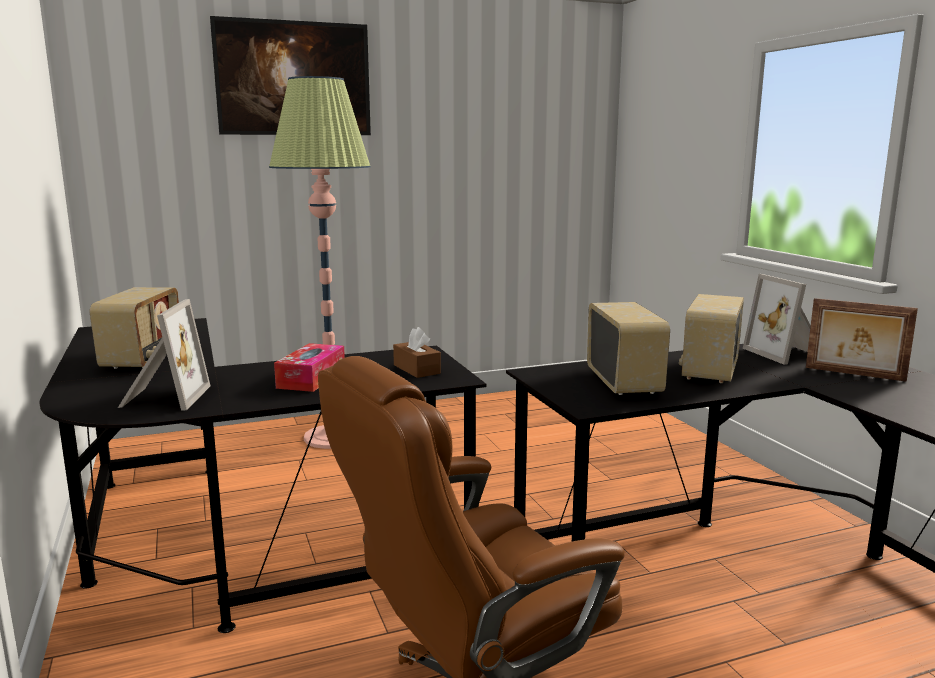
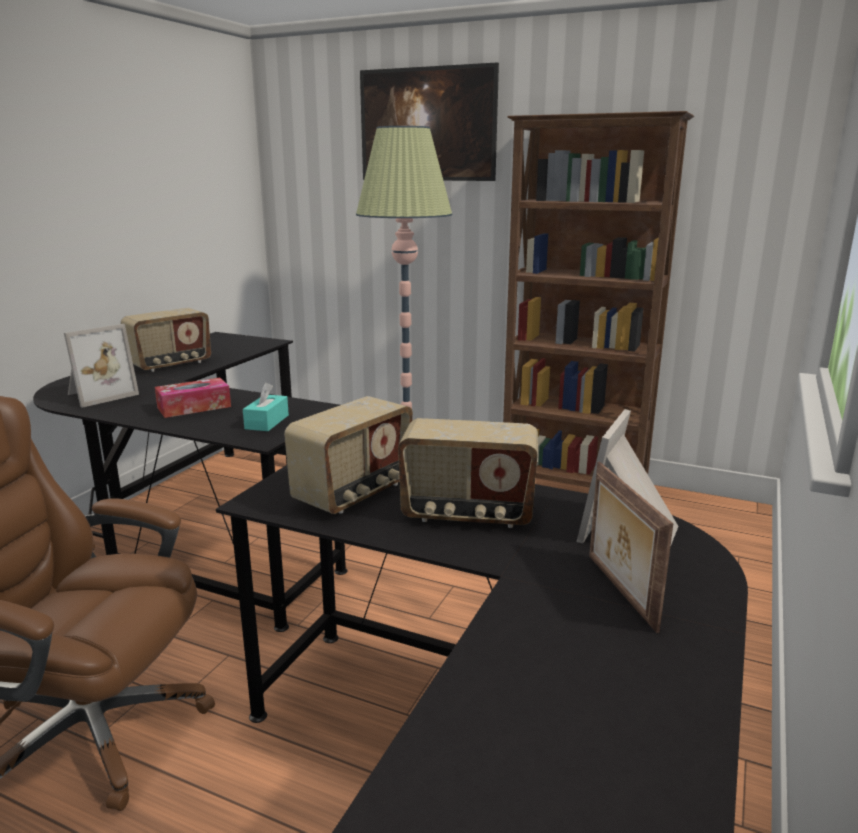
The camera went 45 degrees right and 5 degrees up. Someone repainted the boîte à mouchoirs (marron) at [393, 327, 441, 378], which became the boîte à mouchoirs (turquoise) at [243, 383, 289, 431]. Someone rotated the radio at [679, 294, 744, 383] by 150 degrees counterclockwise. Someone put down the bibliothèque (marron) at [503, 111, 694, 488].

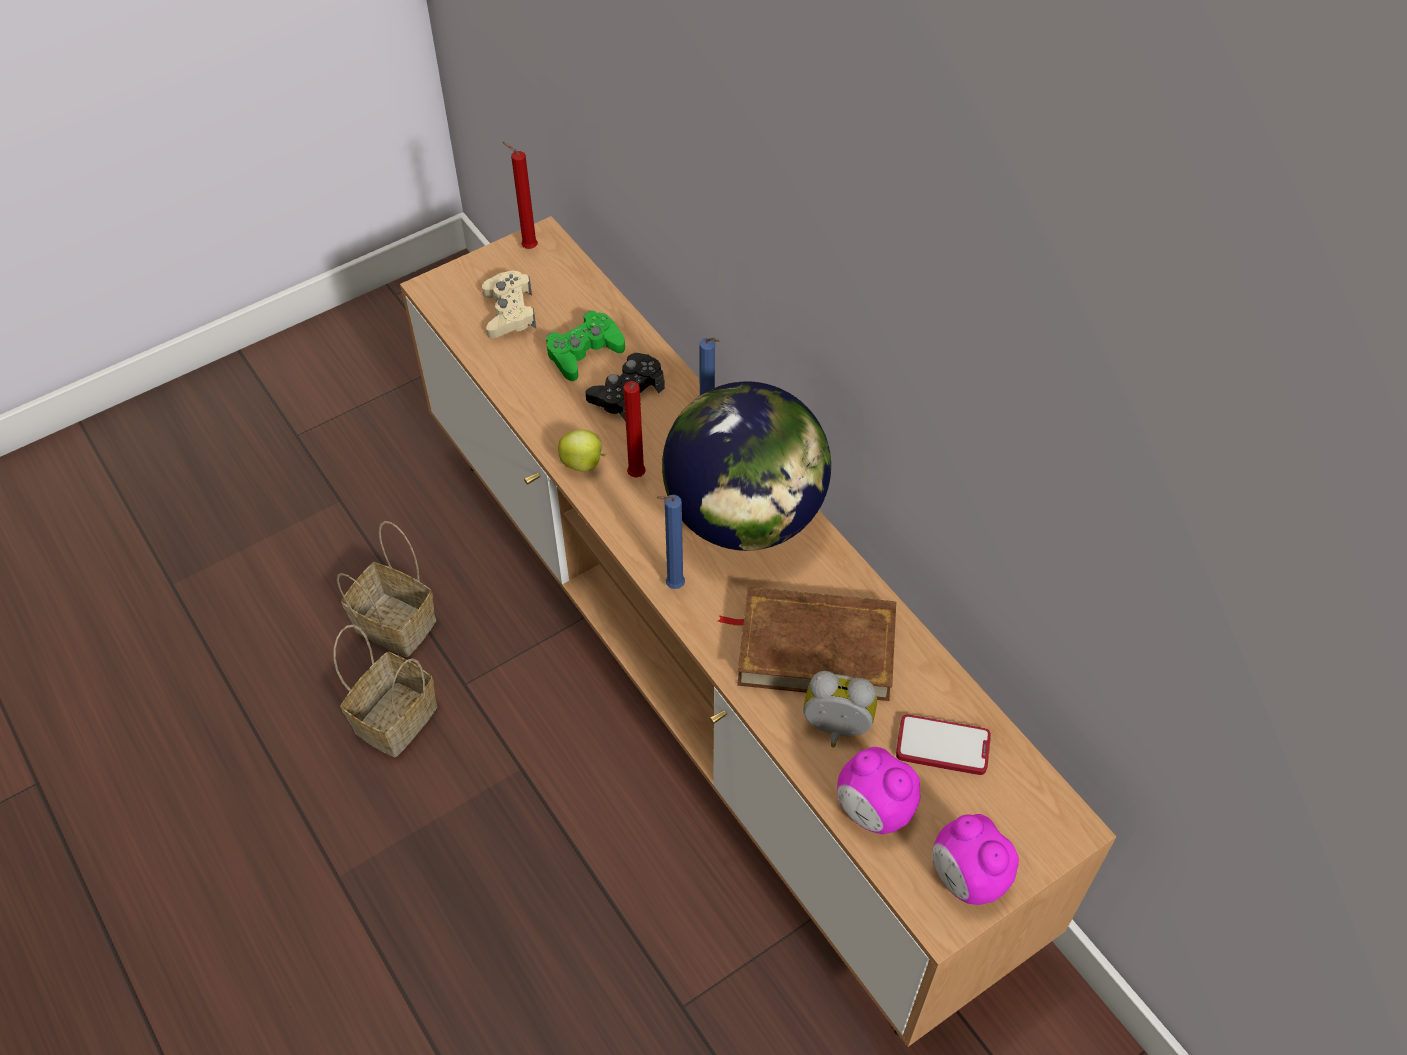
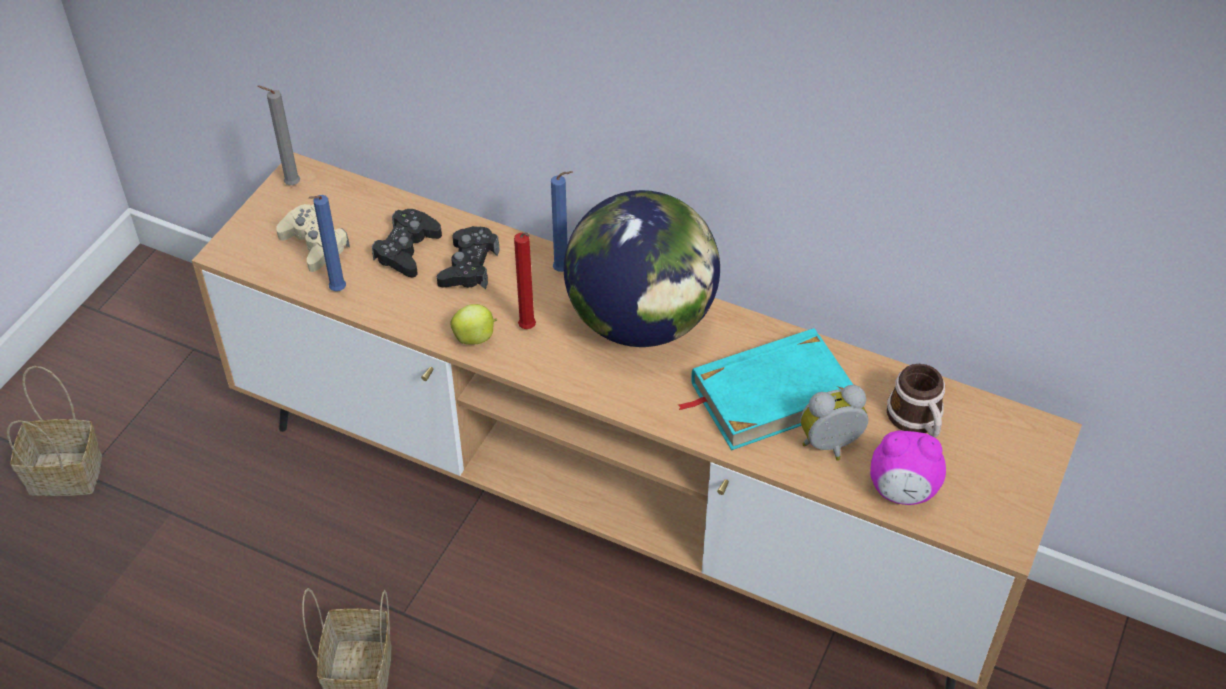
The camera went 30 degrees left and 5 degrees down. Someone carried the panier from [337, 521, 436, 657] to [7, 366, 102, 496]. Someone repainted the bougie (rouge) at [503, 142, 538, 249], which became the bougie (gris) at [257, 85, 300, 185]. Someone repainted the manette (vert) at [546, 310, 625, 381], which became the manette (noir) at [372, 209, 442, 277]. Someone carried the bougie (bleu) from [657, 495, 685, 589] to [309, 195, 346, 291]. Someone repainted the livre (marron) at [718, 587, 896, 701], which became the livre (turquoise) at [678, 328, 853, 450]. Someone swapped the téléphone at [896, 714, 991, 775] for the mug at [887, 364, 945, 437]. Someone took away the réveil at [932, 814, 1019, 905].

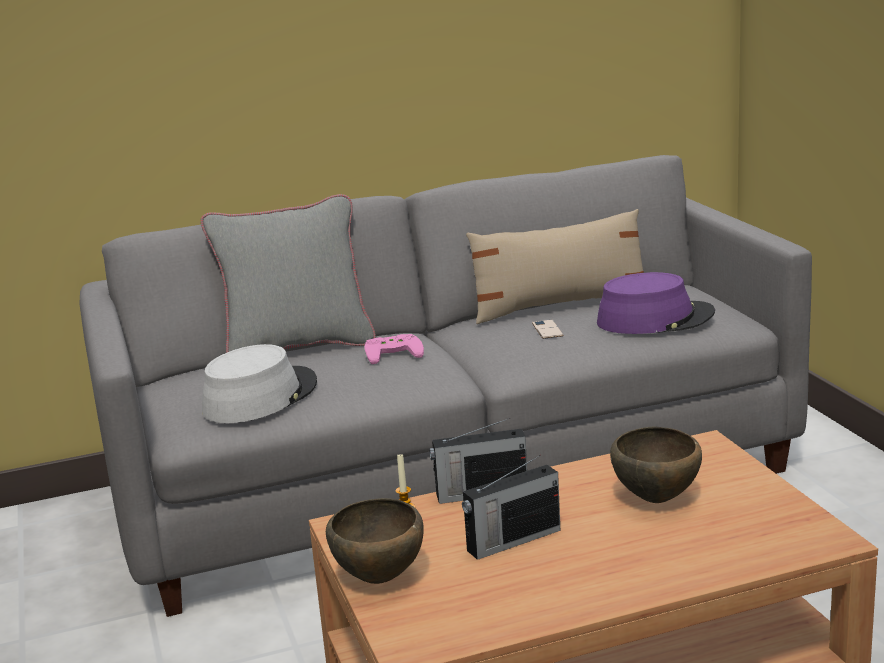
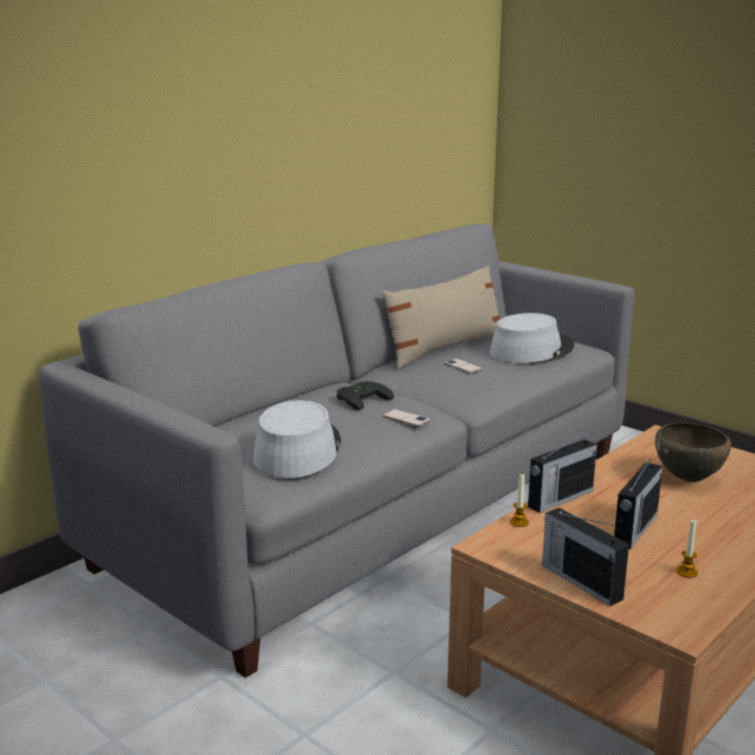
The camera went 30 degrees left and 0 degrees up. Someone took away the coussin (gris) at [201, 194, 376, 353]. Someone swapped the bol (marron) at [326, 498, 424, 584] for the radio at [542, 508, 629, 606]. Someone repainted the manette (rose) at [365, 334, 424, 364], which became the manette (noir) at [336, 381, 394, 410]. Someone repainted the chapeau (violet) at [597, 272, 715, 334], which became the chapeau (gris) at [490, 313, 574, 363]. Someone put down the téléphone at [383, 409, 431, 427]. Someone put down the bougie at [676, 519, 698, 578].

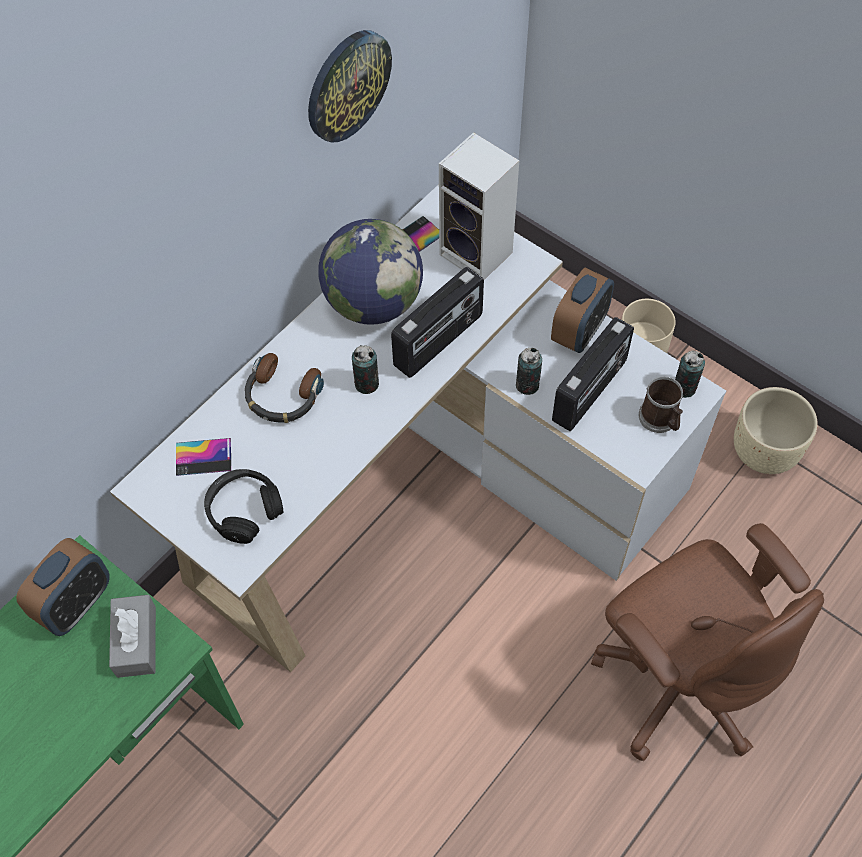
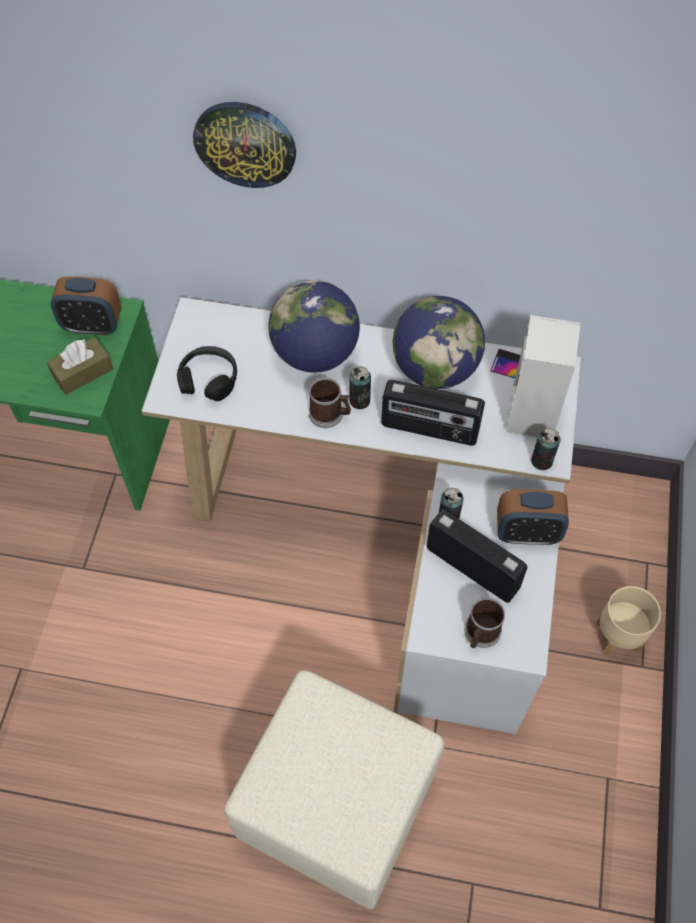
The camera went 60 degrees right and 0 degrees up. Someone repainted the boîte à mouchoirs (gris) at [109, 595, 156, 678], which became the boîte à mouchoirs (marron) at [47, 337, 113, 395]. Someone took away the téléphone at [176, 438, 231, 476]. Someone swapped the casque audio at [245, 353, 324, 423] for the globe at [268, 280, 360, 373]. Someone carried the horloge murale from [308, 30, 392, 143] to [193, 102, 296, 188]. Someone rotated the radio at [552, 317, 634, 431] by 150 degrees counterclockwise. Someone swapped the chaise de bureau (marron) at [591, 523, 824, 761] for the pouf (beige) at [225, 670, 444, 909]. Someone carried the boîte métallique from [675, 351, 705, 398] to [531, 428, 560, 470]. Someone took away the cache-pot (beige) at [734, 387, 818, 474]. Someone put down the mug at [309, 377, 351, 428].

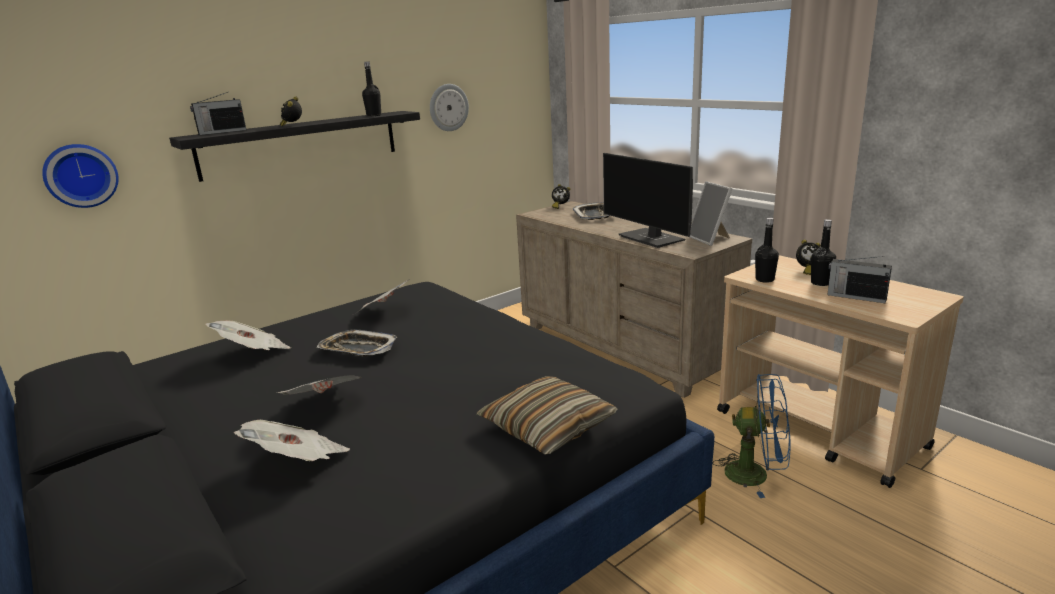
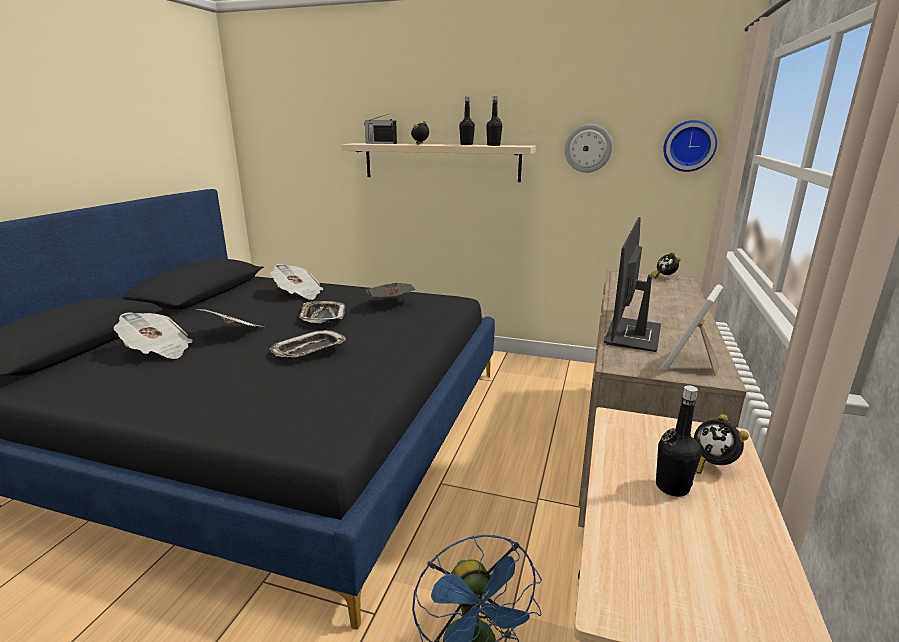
The camera went 55 degrees right and 0 degrees up. Someone carried the horloge murale from [42, 144, 119, 208] to [663, 120, 717, 172]. Someone repainted the étagère (noir) at [169, 111, 420, 182], which became the étagère (beige) at [341, 143, 536, 182]. Someone took away the coussin at [477, 376, 618, 454]. Someone carried the plateau from [573, 202, 610, 220] to [270, 330, 346, 359]. Someone carried the bouteille (noir) from [755, 218, 779, 283] to [459, 97, 475, 145]. Someone took away the radio at [827, 256, 892, 303].

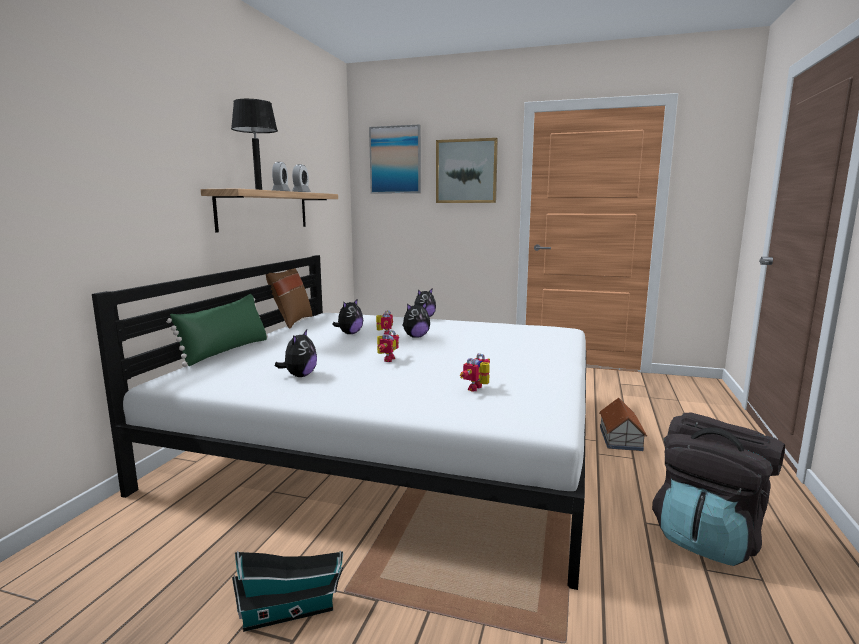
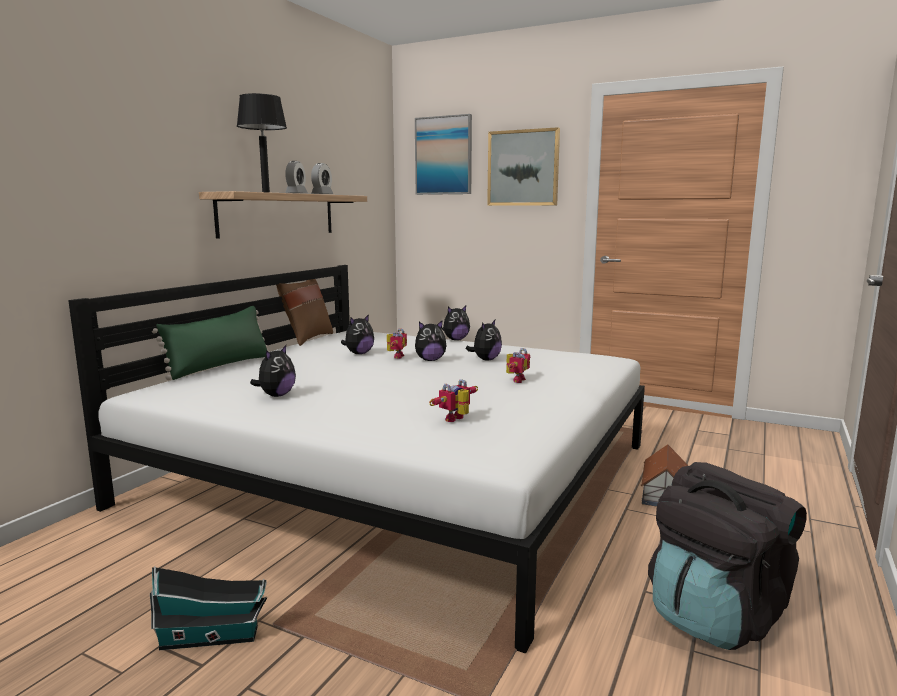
The camera went 10 degrees right and 0 degrees up. Someone carried the robot jouet from [377, 330, 399, 362] to [506, 348, 530, 383]. Someone put down the peluche at [466, 320, 502, 361].

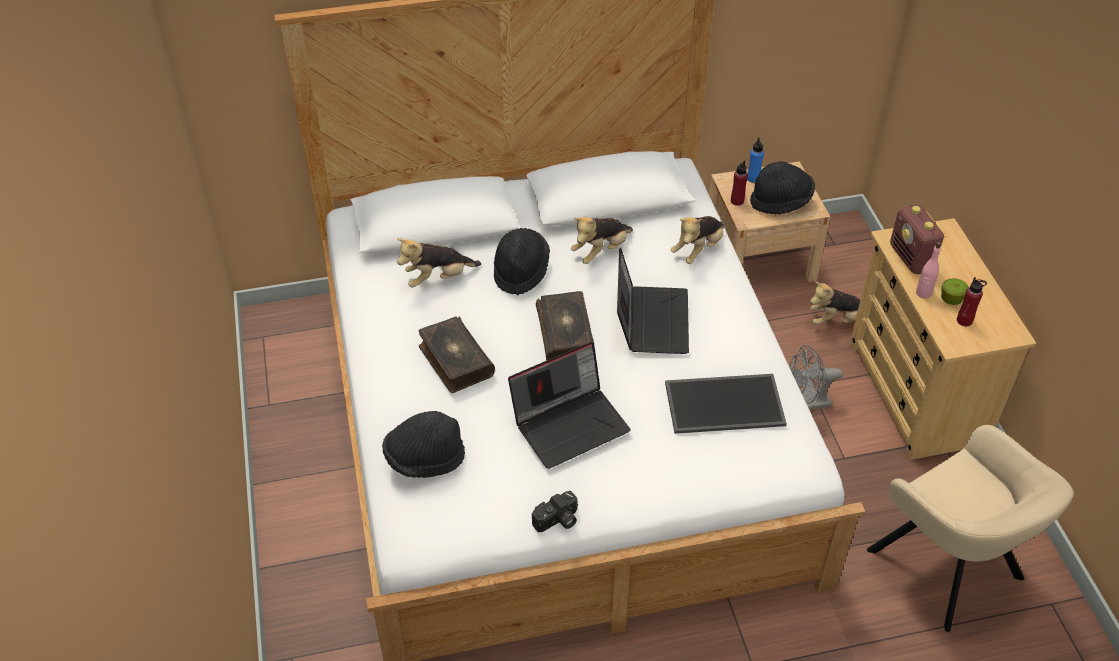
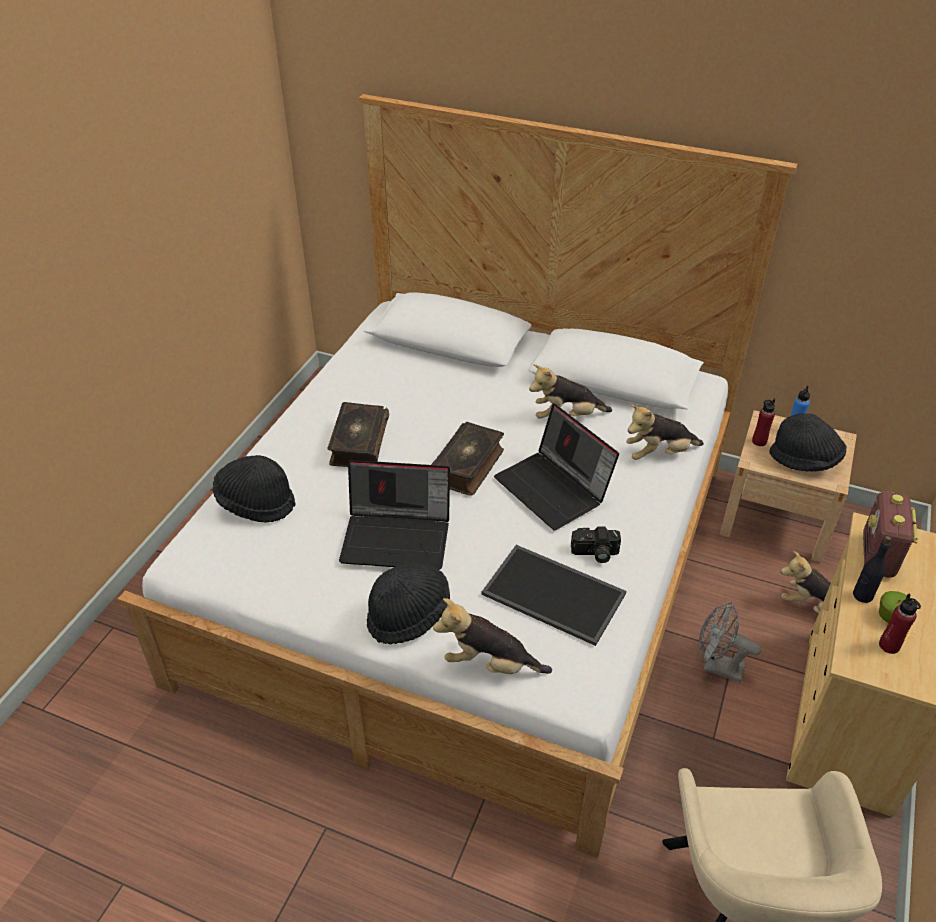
The camera went 35 degrees right and 5 degrees down. Someone carried the peluche from [397, 238, 481, 288] to [433, 598, 552, 674]. Someone carried the chapeau (noir) from [494, 228, 550, 295] to [367, 564, 450, 644]. Someone carried the appareil photo from [532, 491, 578, 532] to [571, 527, 621, 563]. Someone rotated the ordinateur portable at [617, 248, 689, 354] by 105 degrees clockwise. Someone repainted the bouteille (rose) at [916, 242, 941, 299], which became the bouteille (noir) at [853, 536, 891, 603].

